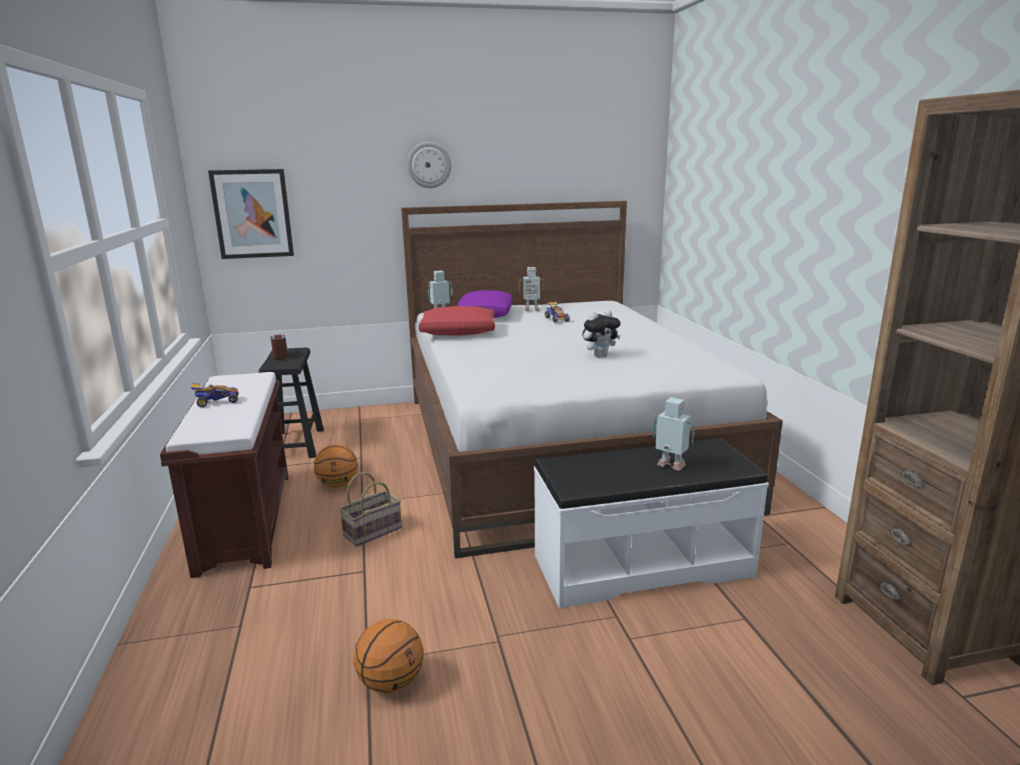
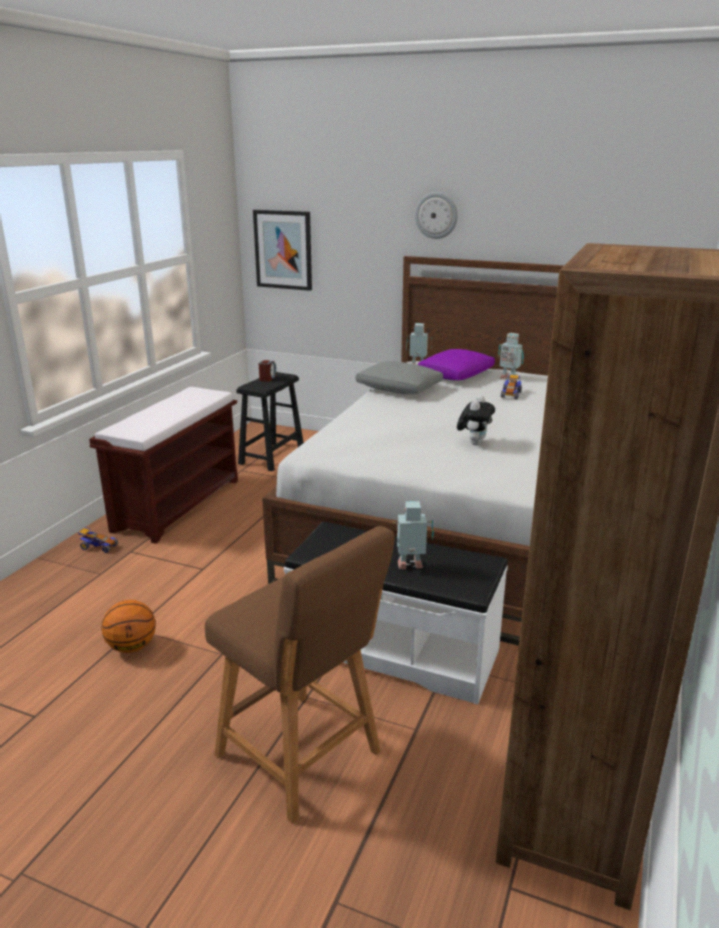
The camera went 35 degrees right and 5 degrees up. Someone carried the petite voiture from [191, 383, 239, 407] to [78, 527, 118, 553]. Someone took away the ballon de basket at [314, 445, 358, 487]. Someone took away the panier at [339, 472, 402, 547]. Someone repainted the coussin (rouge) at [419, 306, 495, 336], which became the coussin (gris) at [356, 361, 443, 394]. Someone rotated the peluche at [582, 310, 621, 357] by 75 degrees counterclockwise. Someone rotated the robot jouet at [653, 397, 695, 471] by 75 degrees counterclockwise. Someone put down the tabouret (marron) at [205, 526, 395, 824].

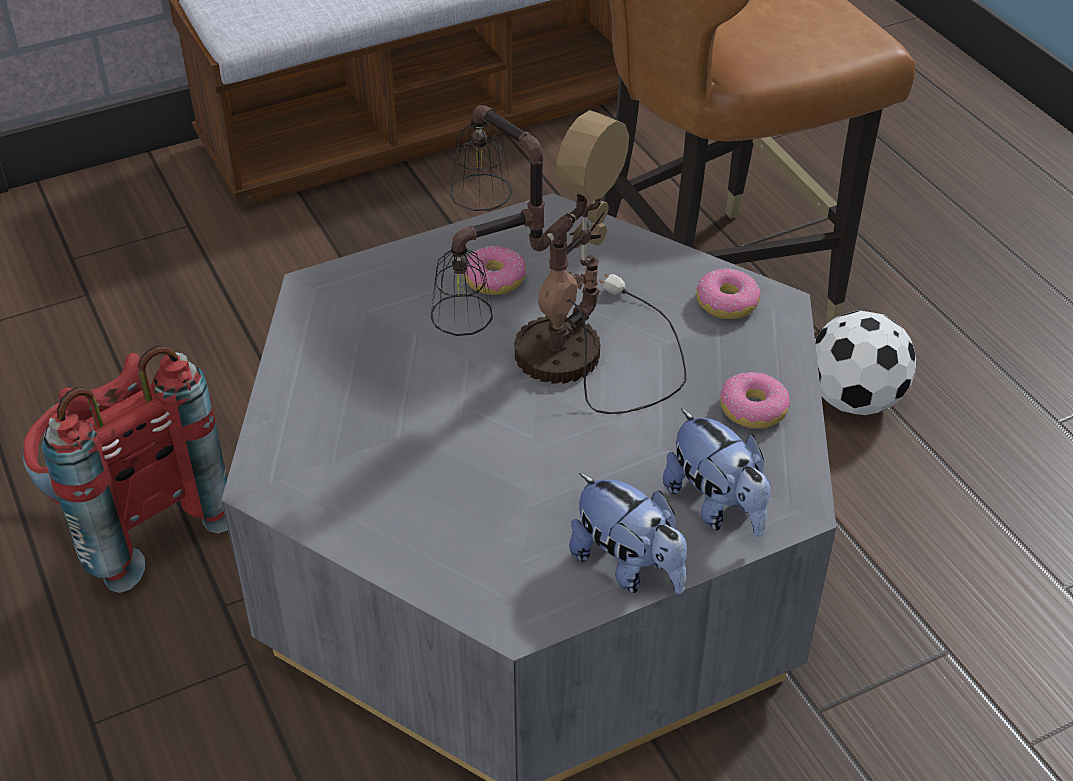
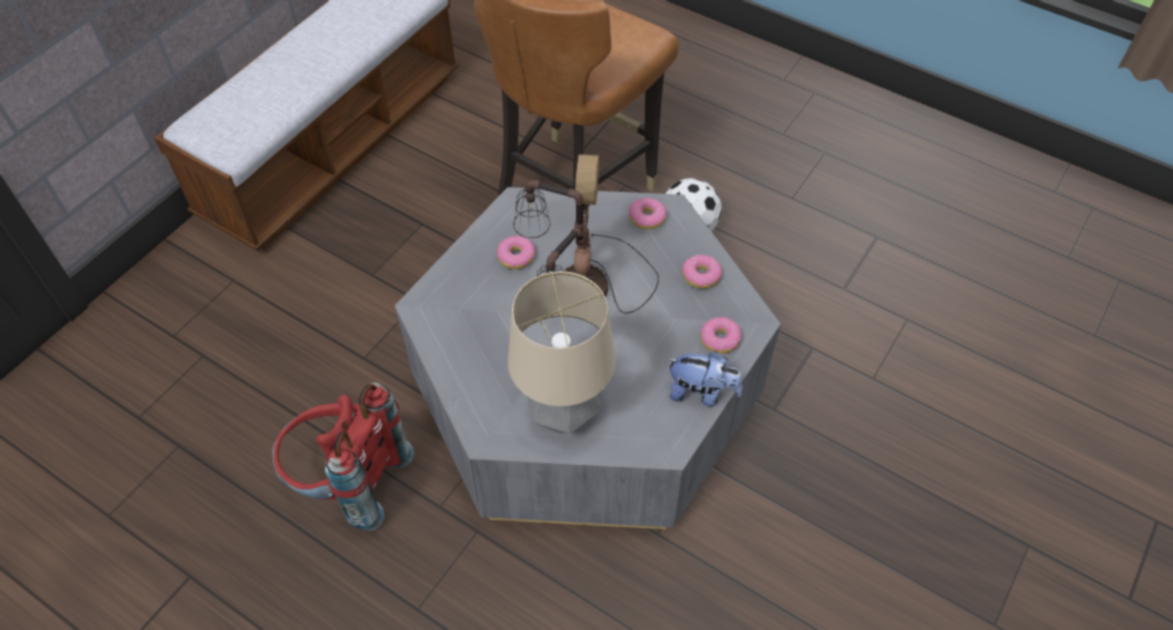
The camera went 30 degrees left and 10 degrees up. Someone swapped the peluche at [663, 409, 770, 537] for the beignet at [700, 317, 742, 354]. Someone put down the lampe de table at [508, 271, 616, 434].

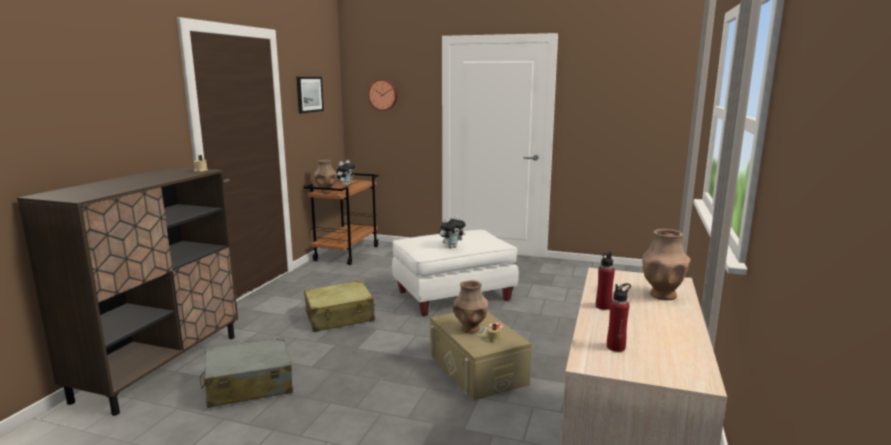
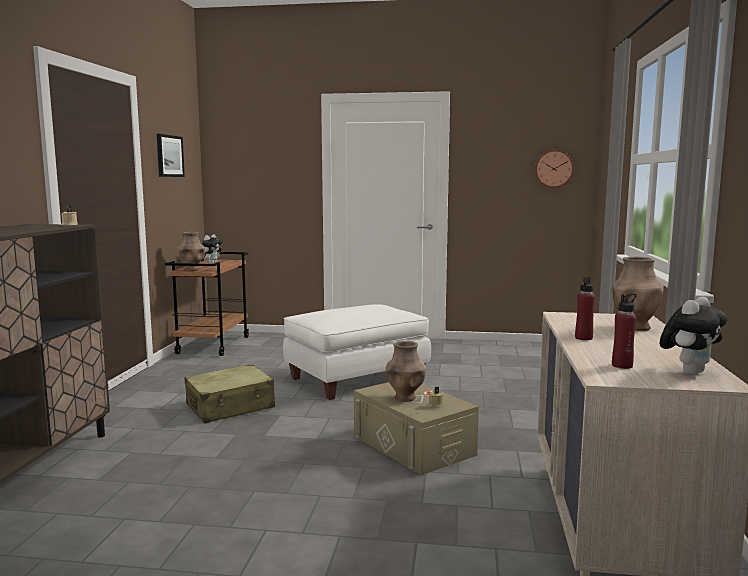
The camera went 10 degrees left and 5 degrees down. Someone took away the valise (gris) at [200, 338, 293, 408]. Someone carried the horloge murale from [368, 79, 398, 111] to [534, 150, 574, 188]. Someone carried the peluche from [439, 215, 466, 248] to [660, 297, 728, 375].

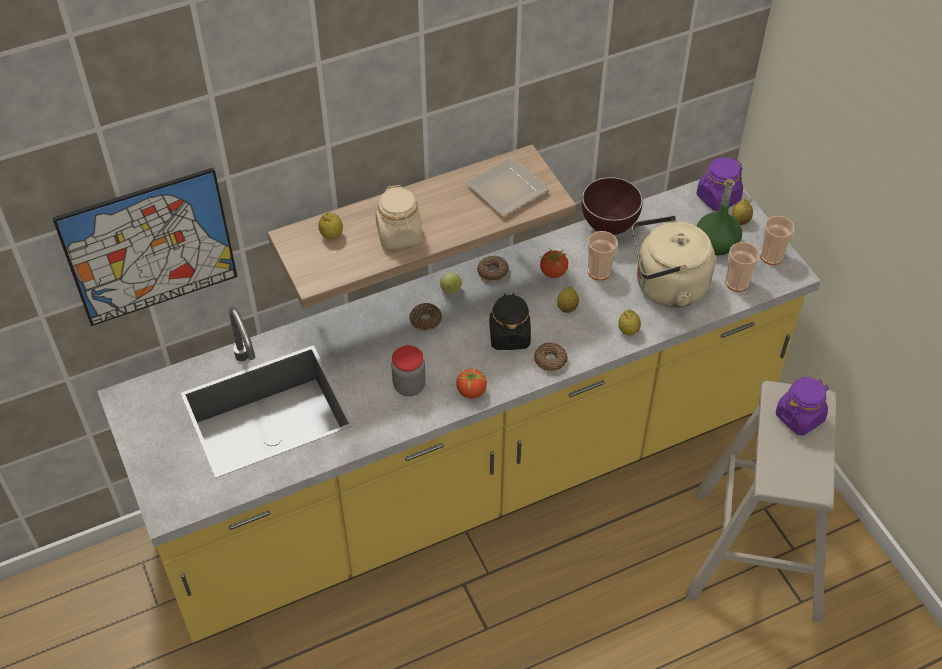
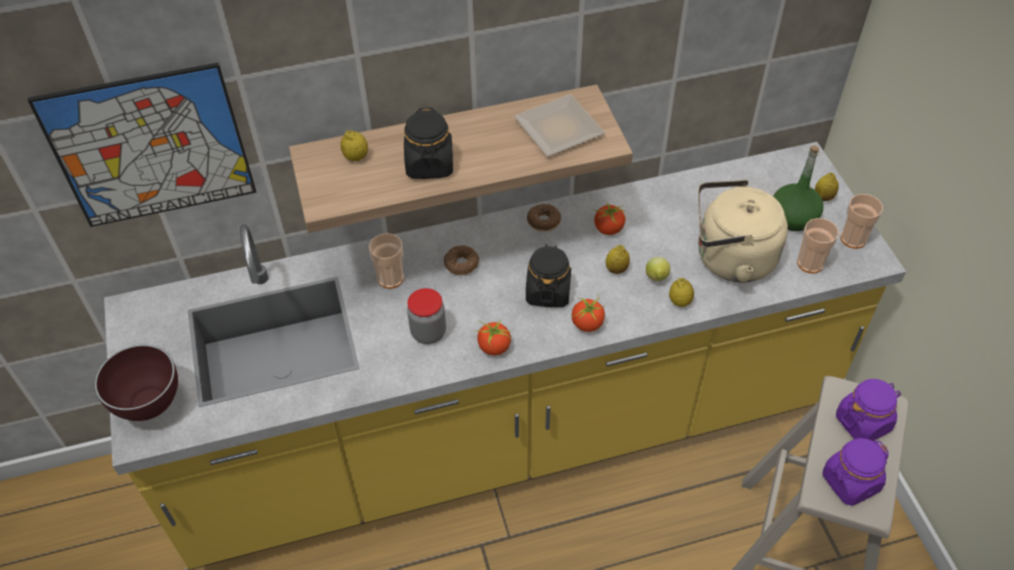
The camera went 10 degrees right and 0 degrees up. Someone repainted the bocal (beige) at [376, 185, 423, 249], which became the bocal (noir) at [404, 108, 453, 179]. Someone carried the citron from [440, 273, 462, 294] to [646, 257, 670, 281]. Someone swapped the beignet at [534, 342, 568, 371] for the tomate at [572, 293, 608, 332]. Someone carried the bol (marron) from [582, 177, 643, 235] to [95, 345, 178, 421]. Someone carried the tasse from [588, 231, 618, 280] to [369, 233, 404, 289]. Someone carried the bocal (violet) from [697, 157, 743, 211] to [822, 438, 889, 506].

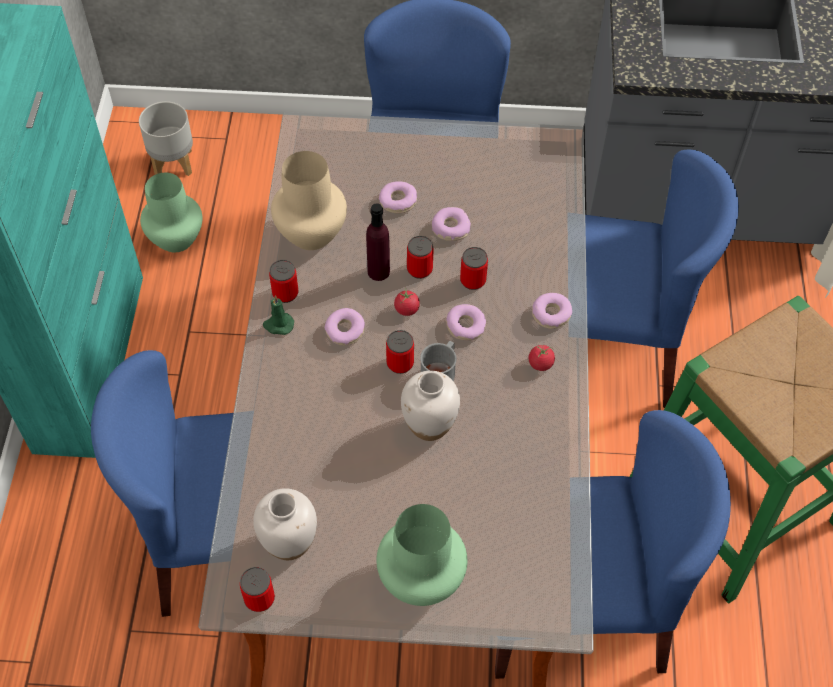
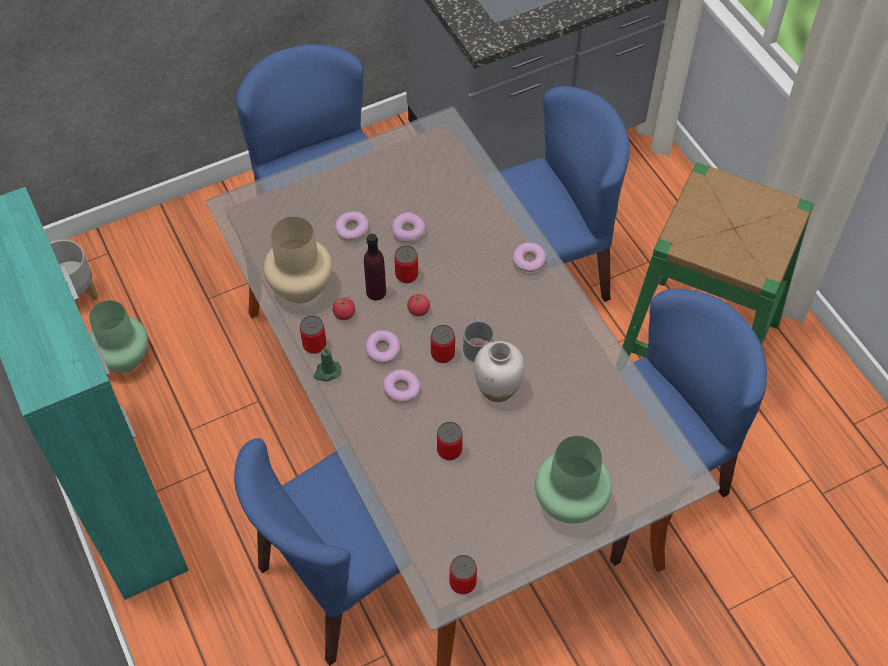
The camera went 30 degrees left and 0 degrees up. Someone took away the vase (blanc) at [253, 488, 317, 560]. Someone carried the beignet from [447, 304, 486, 341] to [383, 369, 420, 403]. Someone carried the boîte métallique from [460, 247, 488, 290] to [437, 422, 463, 460]. Someone carried the tomate from [529, 345, 555, 371] to [333, 297, 355, 320].

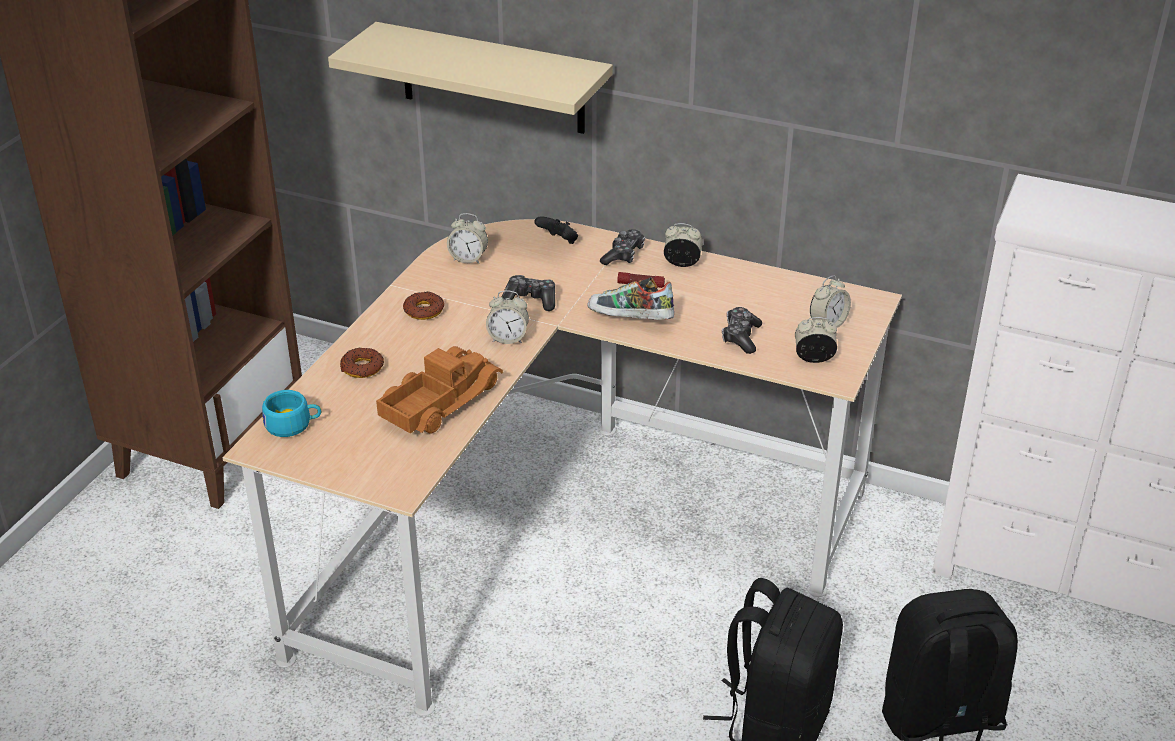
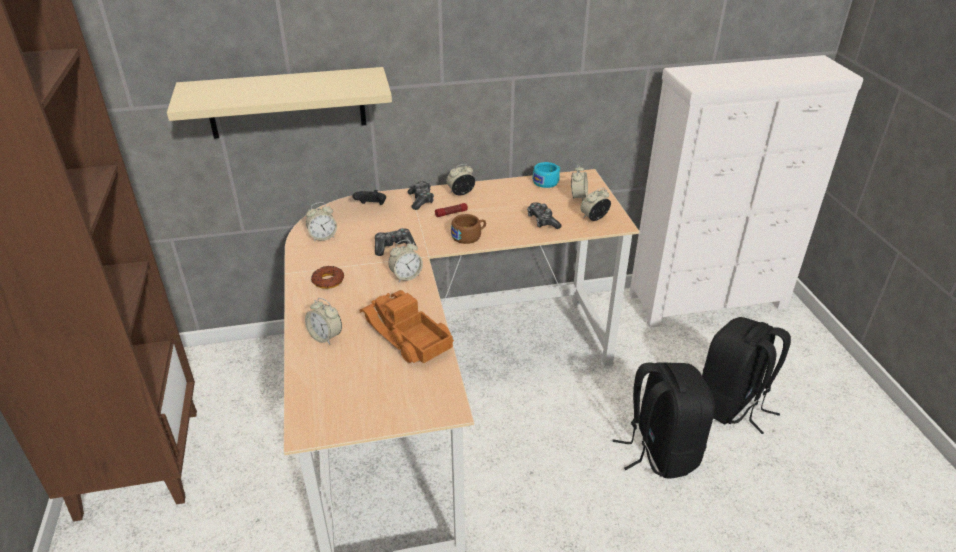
The camera went 35 degrees left and 0 degrees up. Someone carried the tasse (turquoise) from [262, 390, 321, 437] to [532, 162, 560, 188]. Someone swapped the beignet at [340, 348, 384, 378] for the réveil at [305, 298, 342, 345]. Someone rotated the camion jouet at [376, 346, 503, 434] by 45 degrees counterclockwise. Someone swapped the chaussure at [587, 277, 674, 320] for the tasse (marron) at [451, 214, 486, 244].

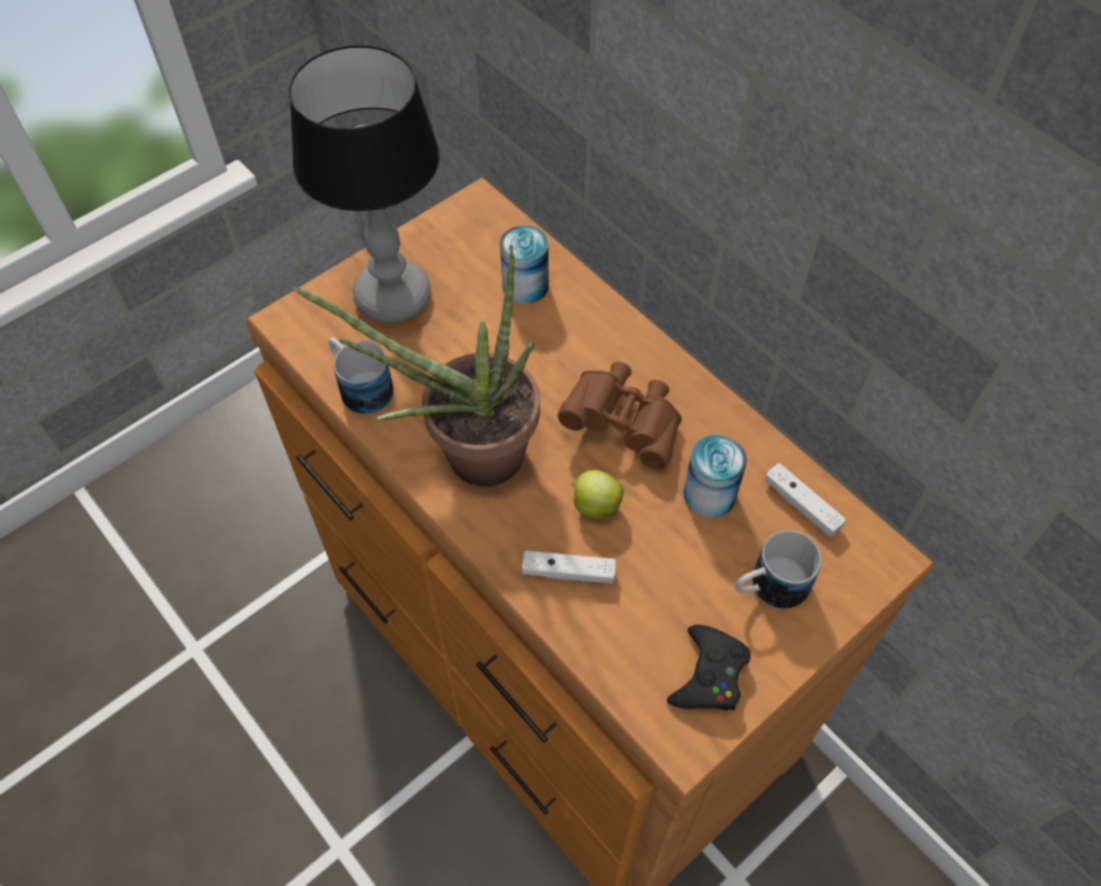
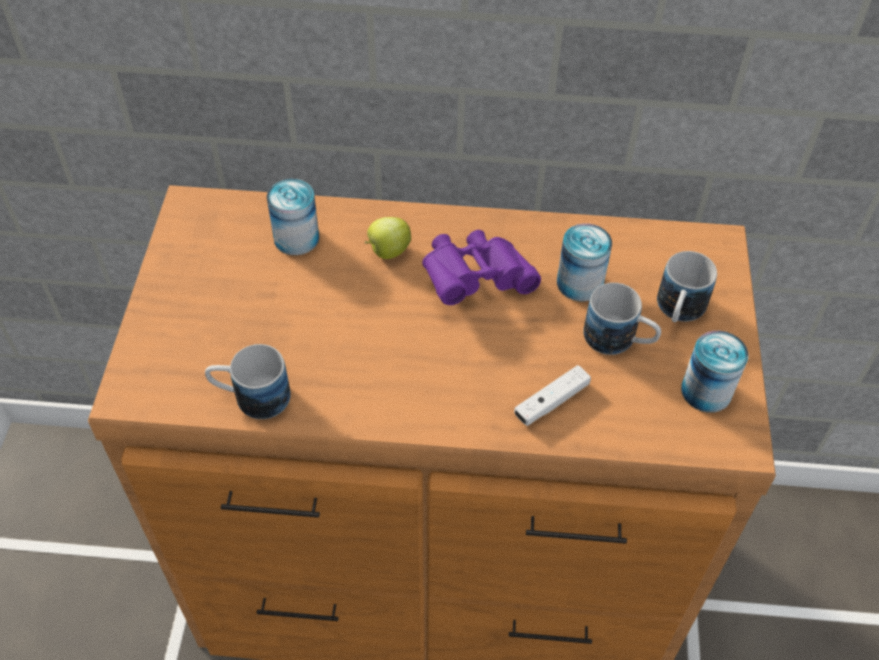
The camera went 45 degrees left and 5 degrees down. Someone took away the lampe de table at [289, 45, 440, 323]. Someone took away the plante en pot at [292, 244, 540, 486]. Someone repainted the jumelles (marron) at [558, 362, 682, 470], which became the jumelles (violet) at [422, 230, 541, 305]. Someone carried the pomme from [571, 470, 624, 518] to [365, 217, 411, 259]. Someone swapped the manette (noir) at [667, 625, 751, 711] for the boîte métallique at [681, 331, 749, 413]. Someone took away the manette (blanc) at [764, 463, 846, 537]. Someone put down the mug at [583, 283, 661, 355].

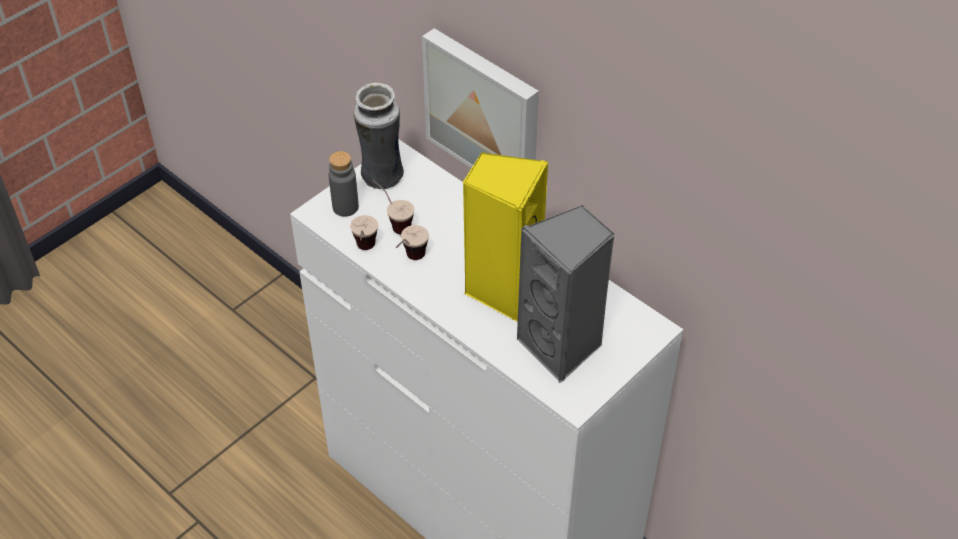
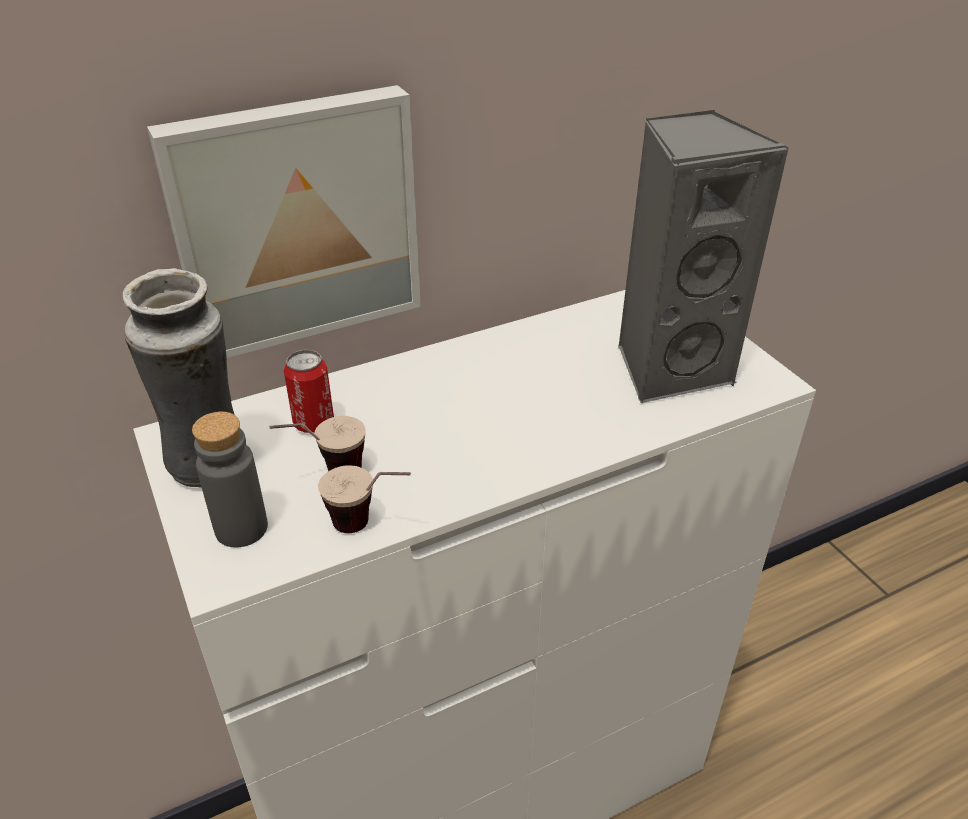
The camera went 70 degrees left and 10 degrees down. Someone took away the tasse at [396, 225, 429, 260]. Someone took away the enceinte (jaune) at [462, 151, 548, 322]. Someone put down the boîte métallique at [284, 350, 334, 433].

